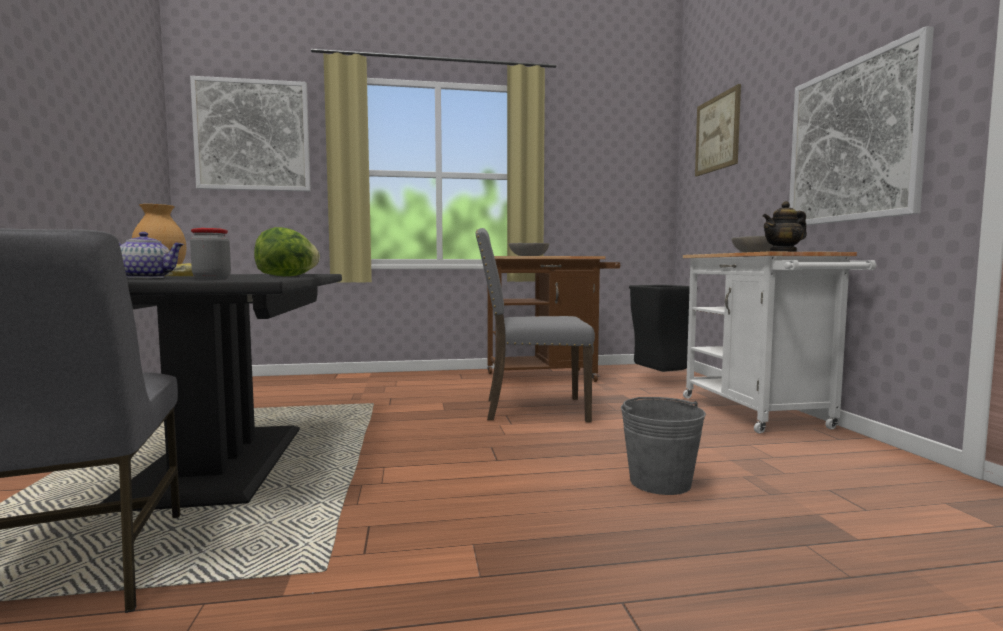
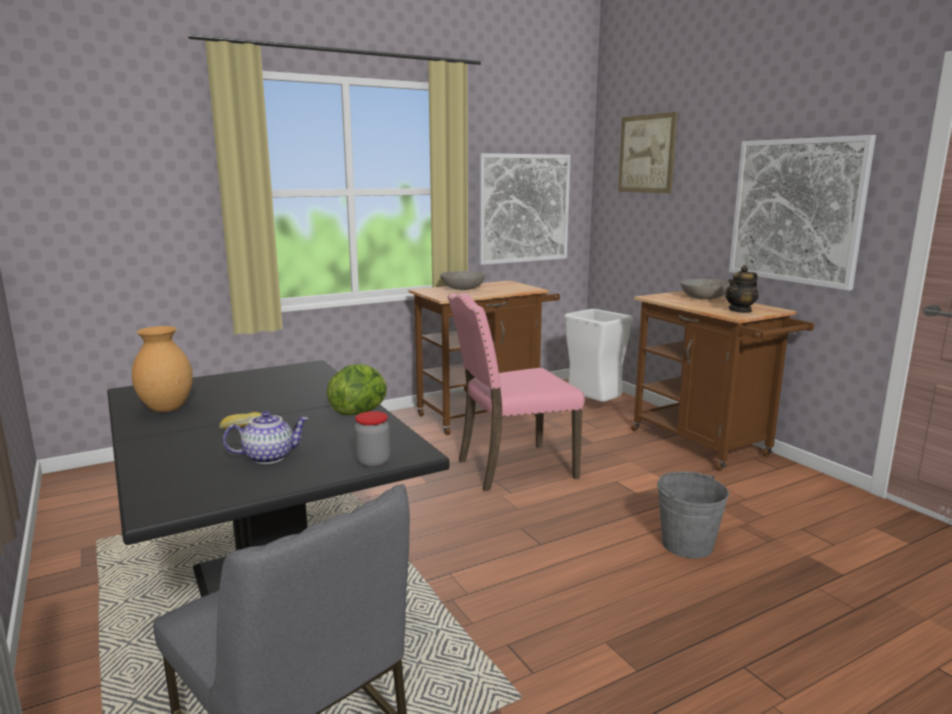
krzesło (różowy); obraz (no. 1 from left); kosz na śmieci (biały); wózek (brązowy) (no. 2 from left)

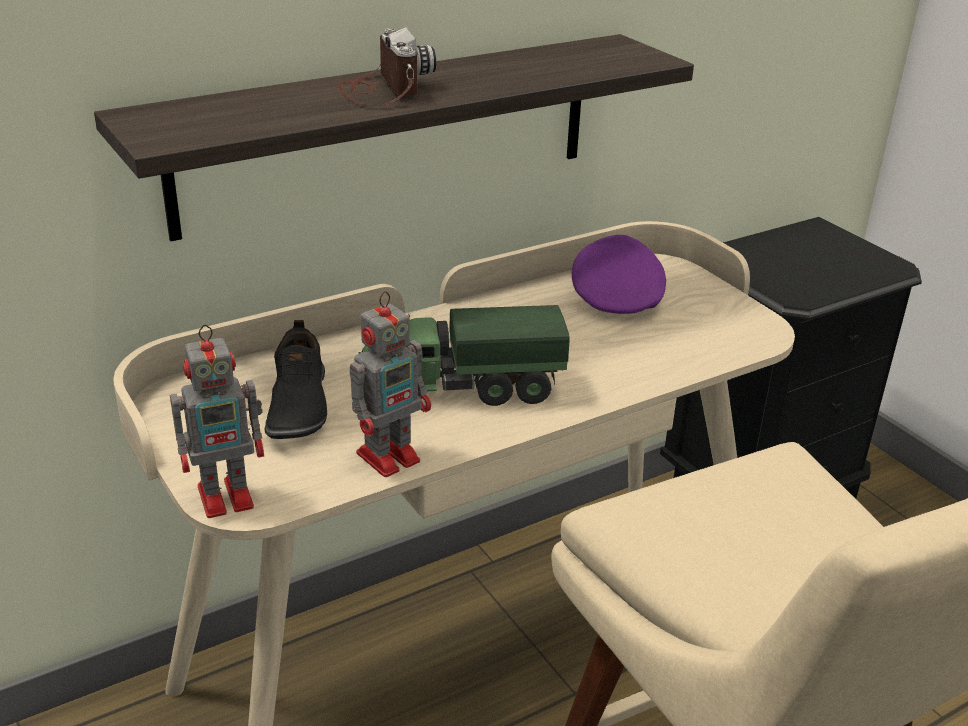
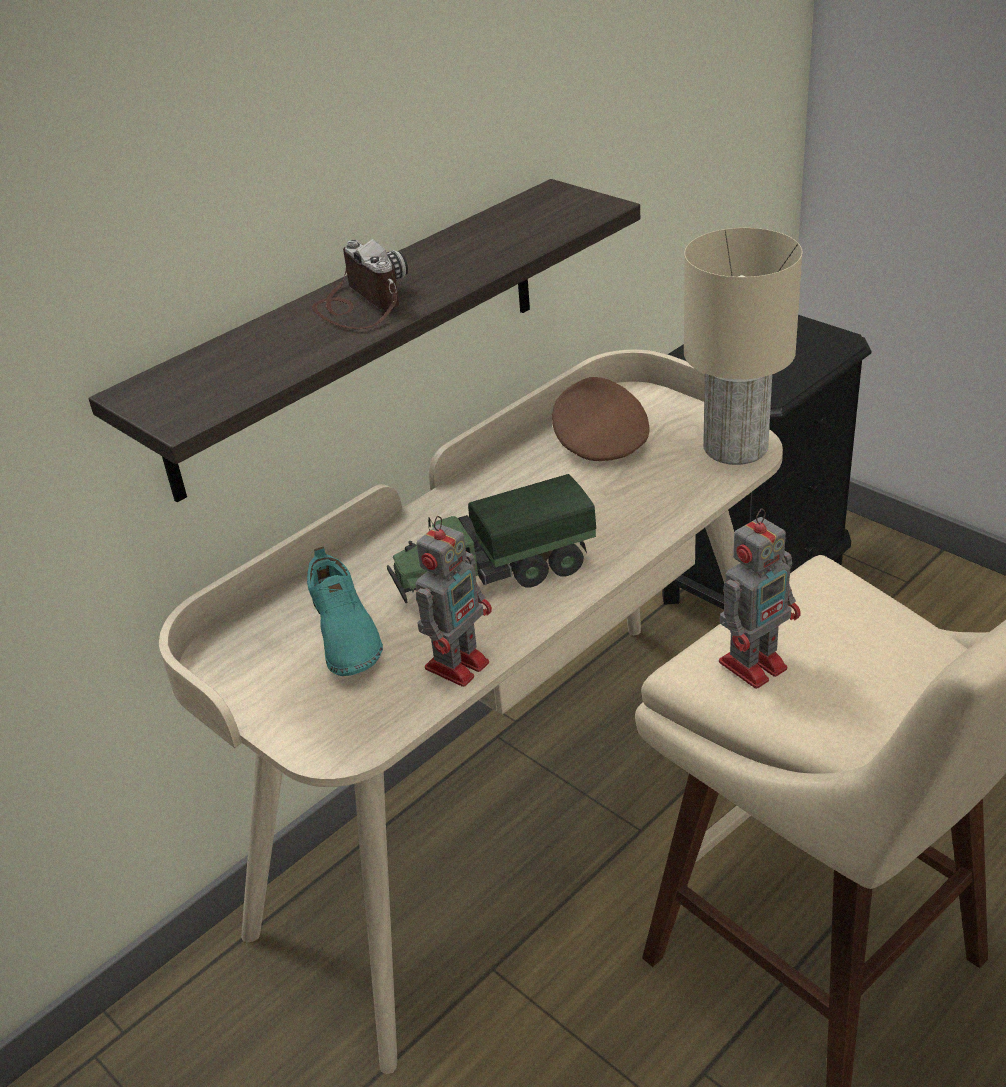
but (turkusowy); czapka z daszkiem (brązowy); lampa stołowa (beżowy); robot zabawkowy (no. 2 from left)

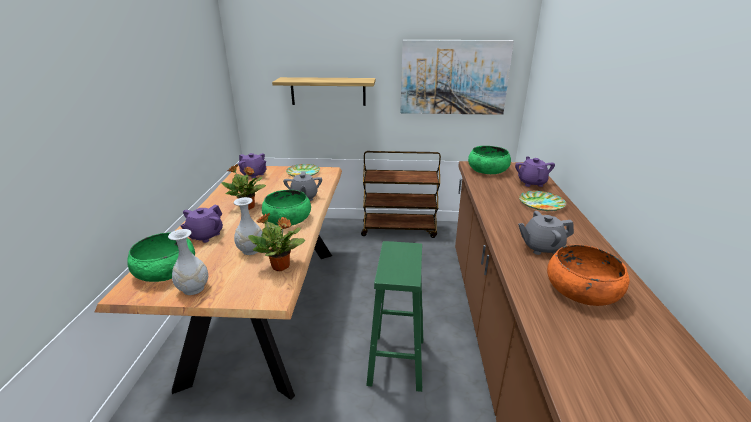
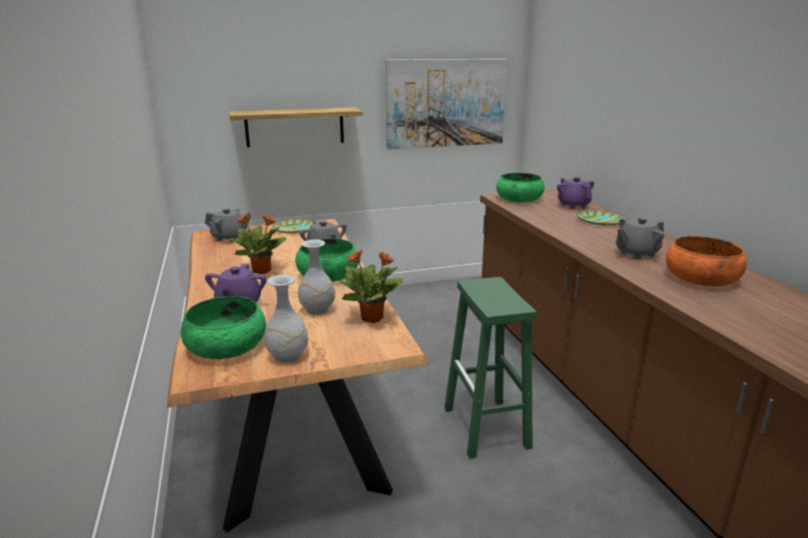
imbryk (szary) (no. 1 from left); wózek (brązowy)

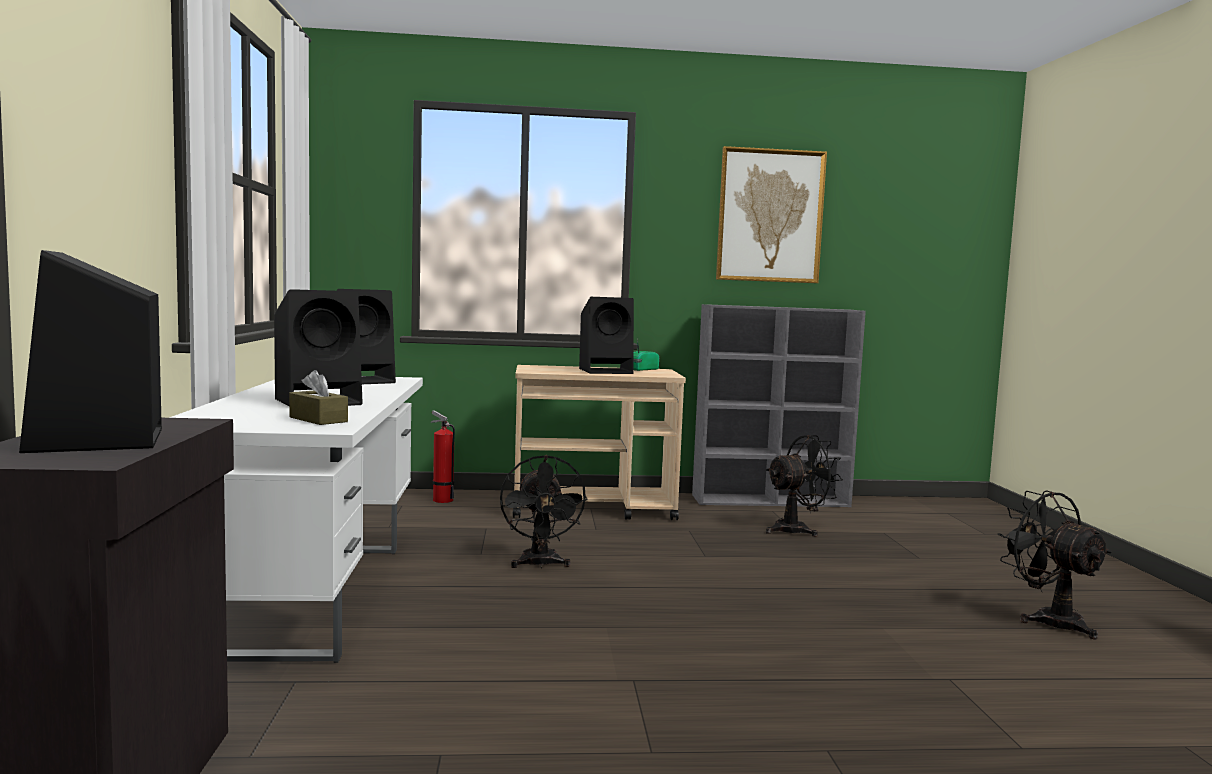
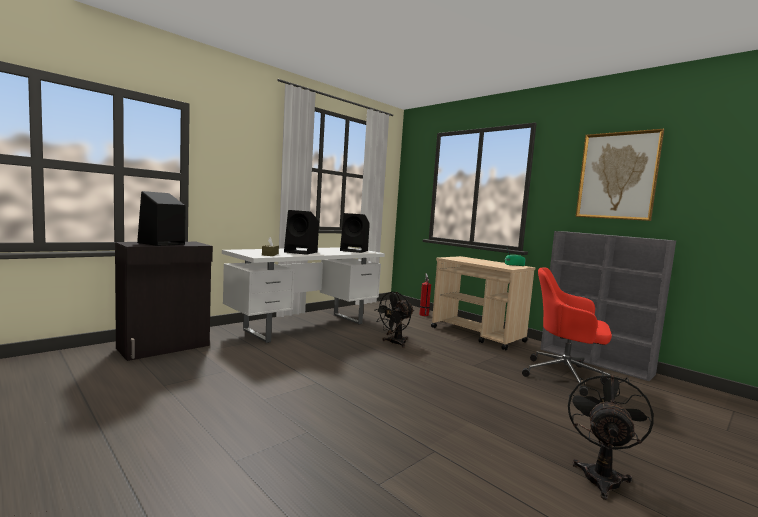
krzesło biurowe (czerwony); głośnik (czarny) (no. 4 from left in the first image)

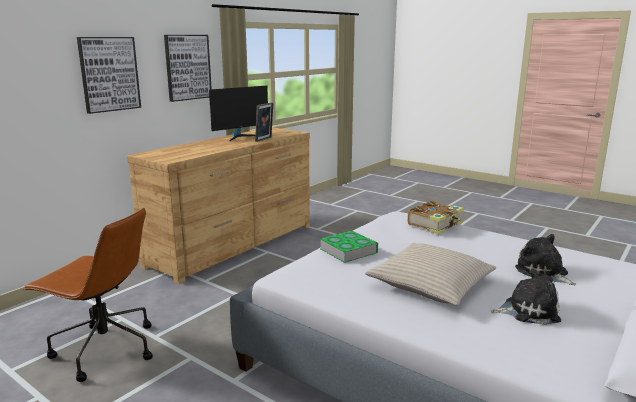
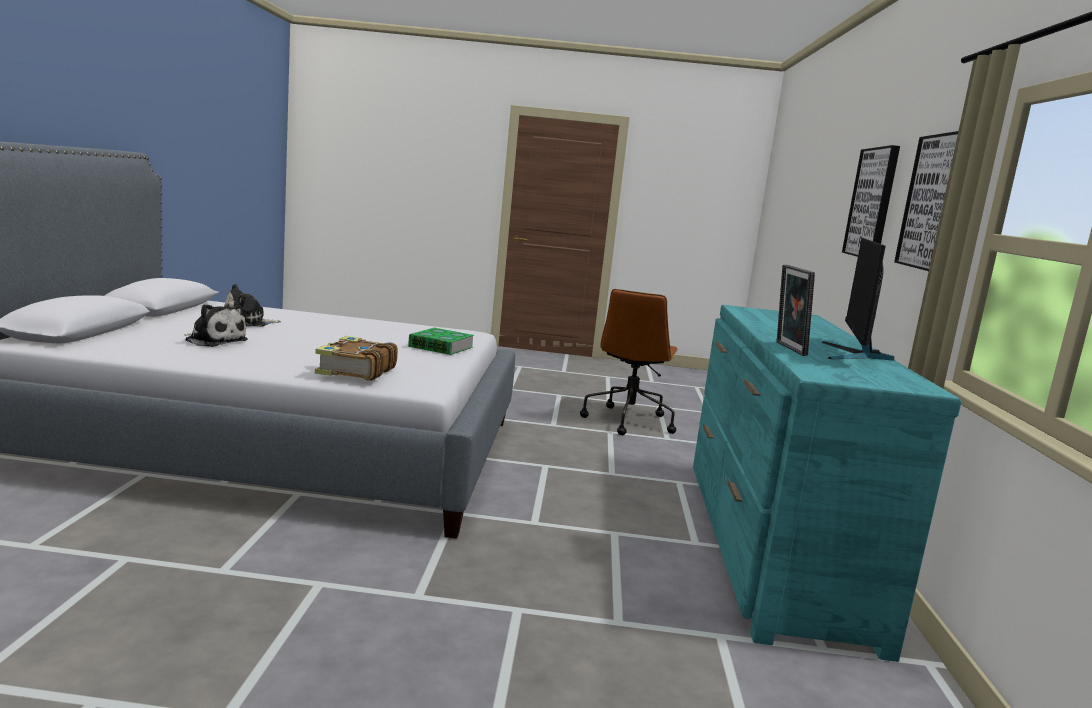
krzesło biurowe (brązowy); komoda (turkusowy); poduszka (beżowy)

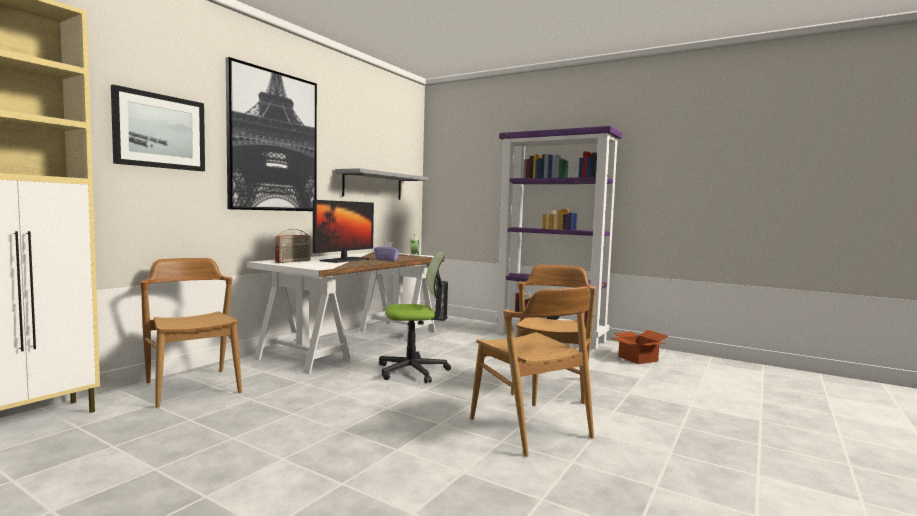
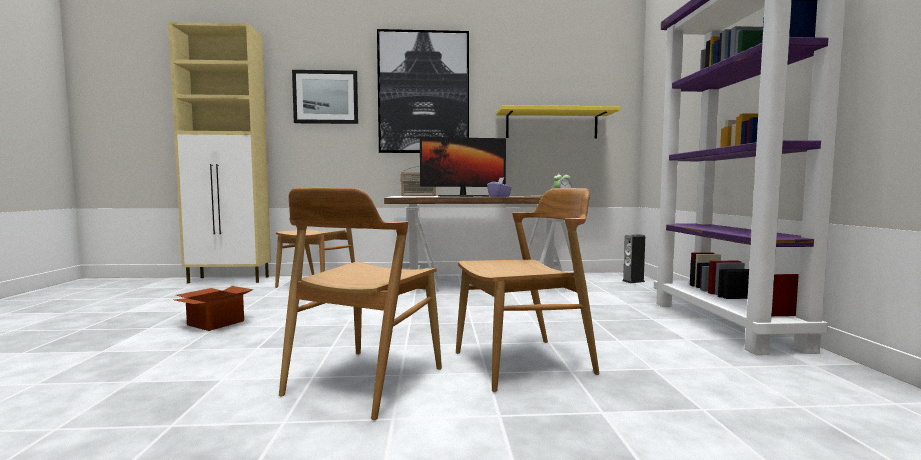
karton; półka (żółty); krzesło biurowe

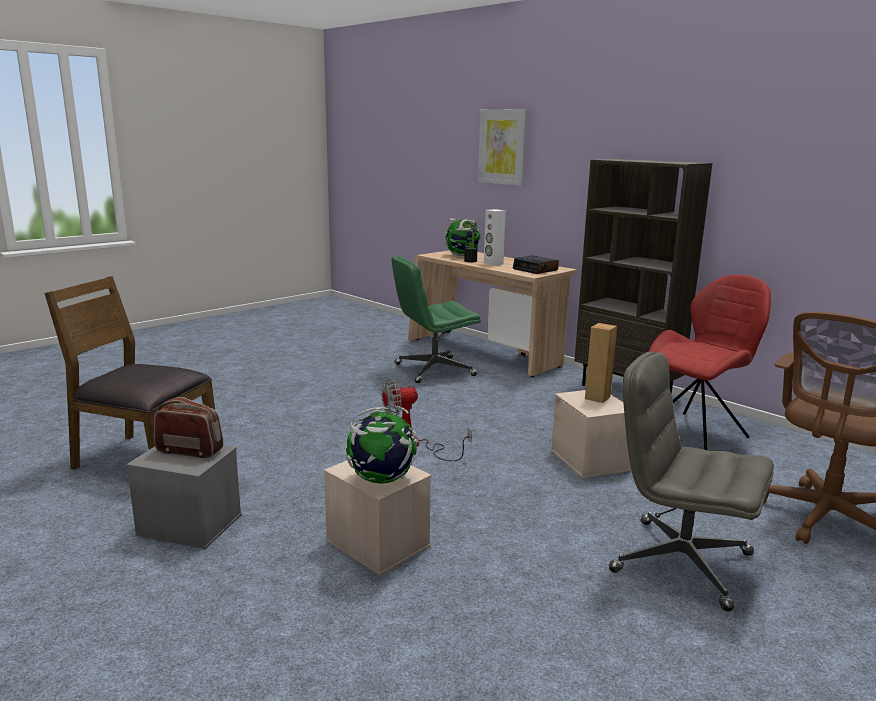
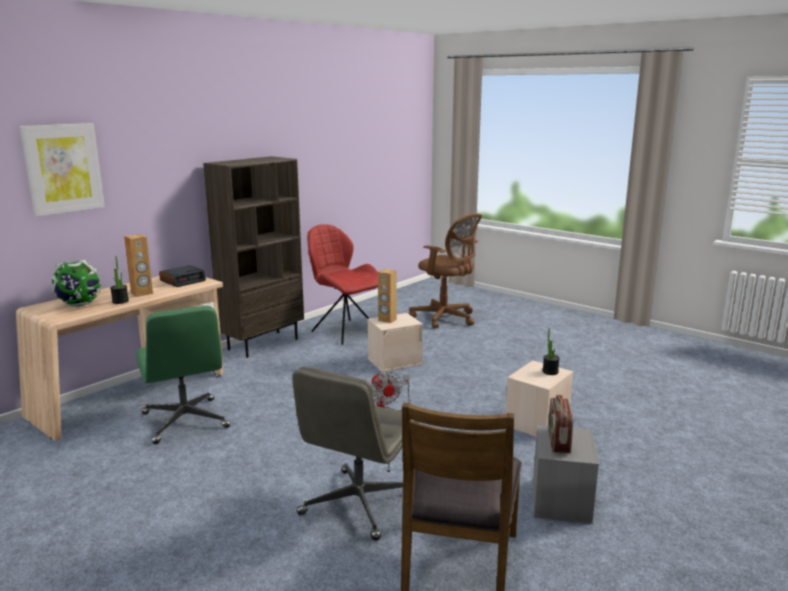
głośnik (brązowy) (no. 1 from left); krzesło biurowe (szary); roślina doniczkowa (no. 2 from left)

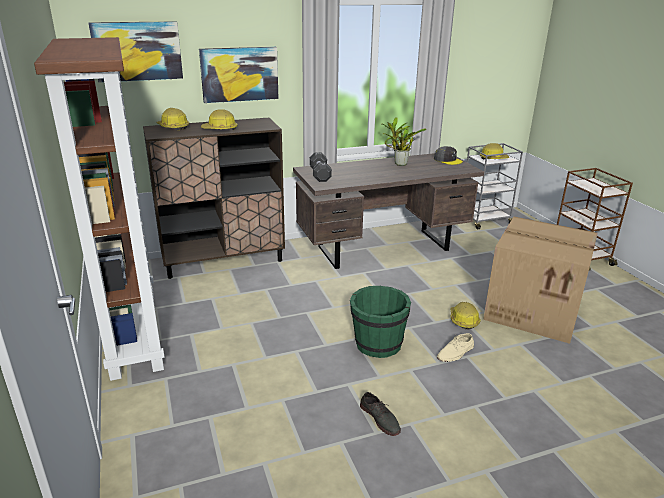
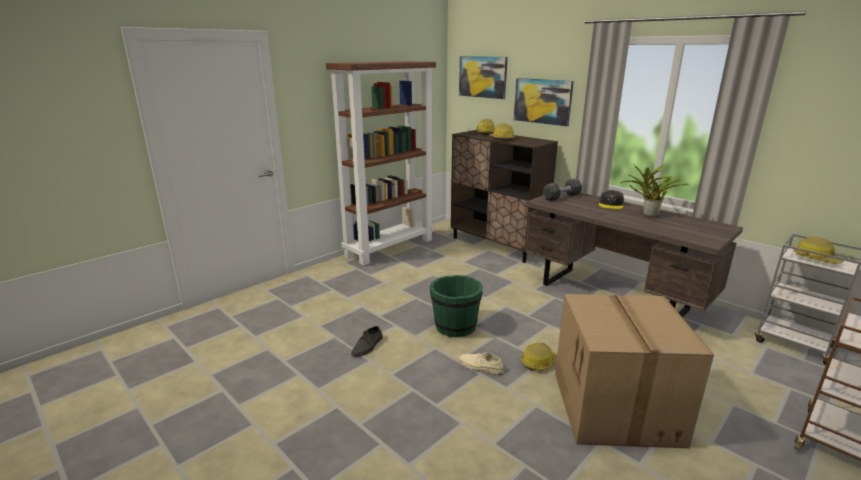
czapka z daszkiem (szary)

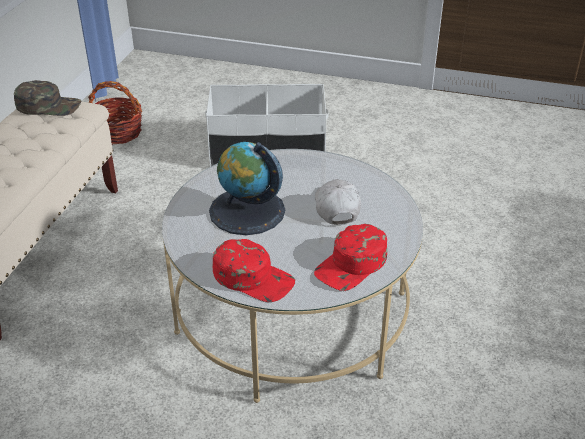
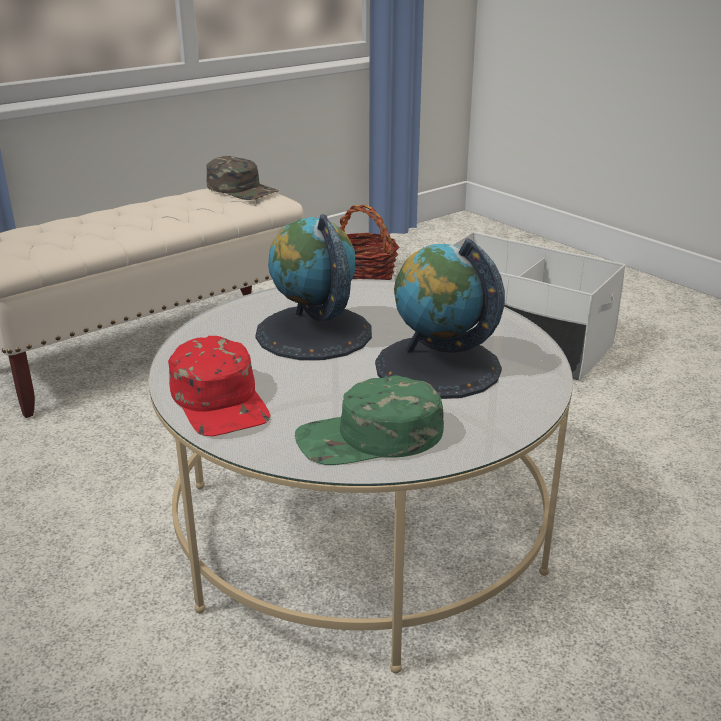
czapka z daszkiem (zielony) (no. 2 from left); globus (no. 2 from left)

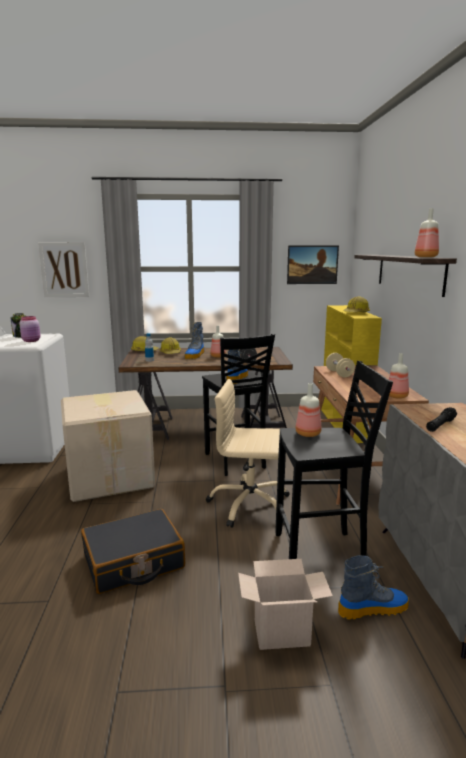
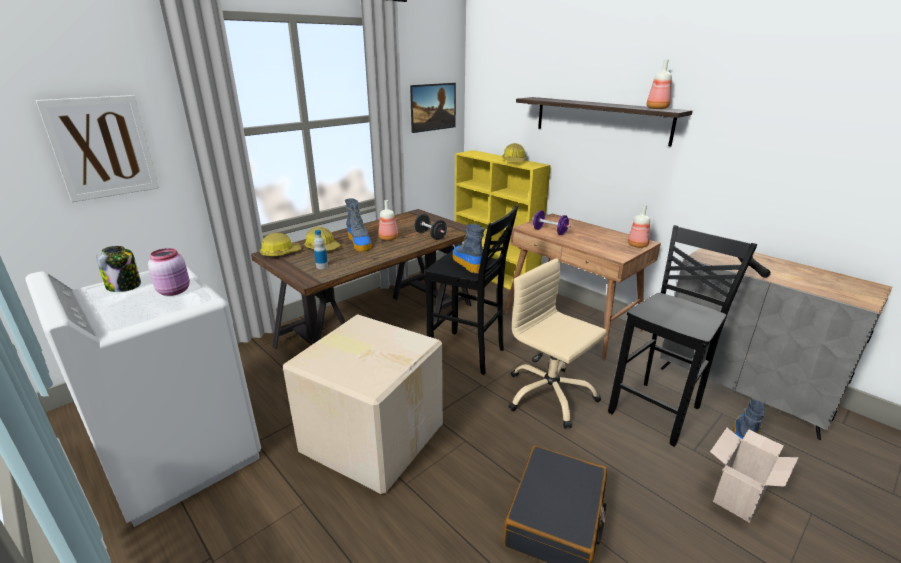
krzesło biurowe (beżowy); hantel (fioletowy); butelka (no. 3 from left in the first image)

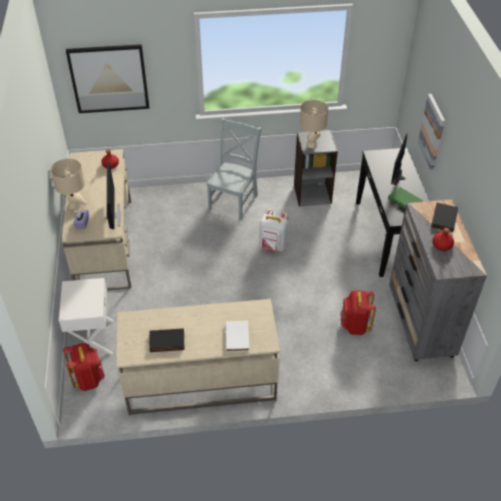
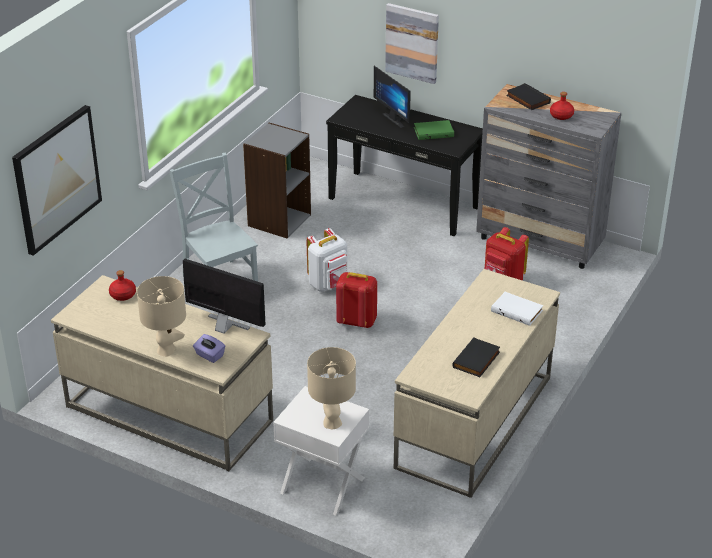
lampa stołowa (beżowy) (no. 2 from left); plecak (czerwony) (no. 1 from left)

